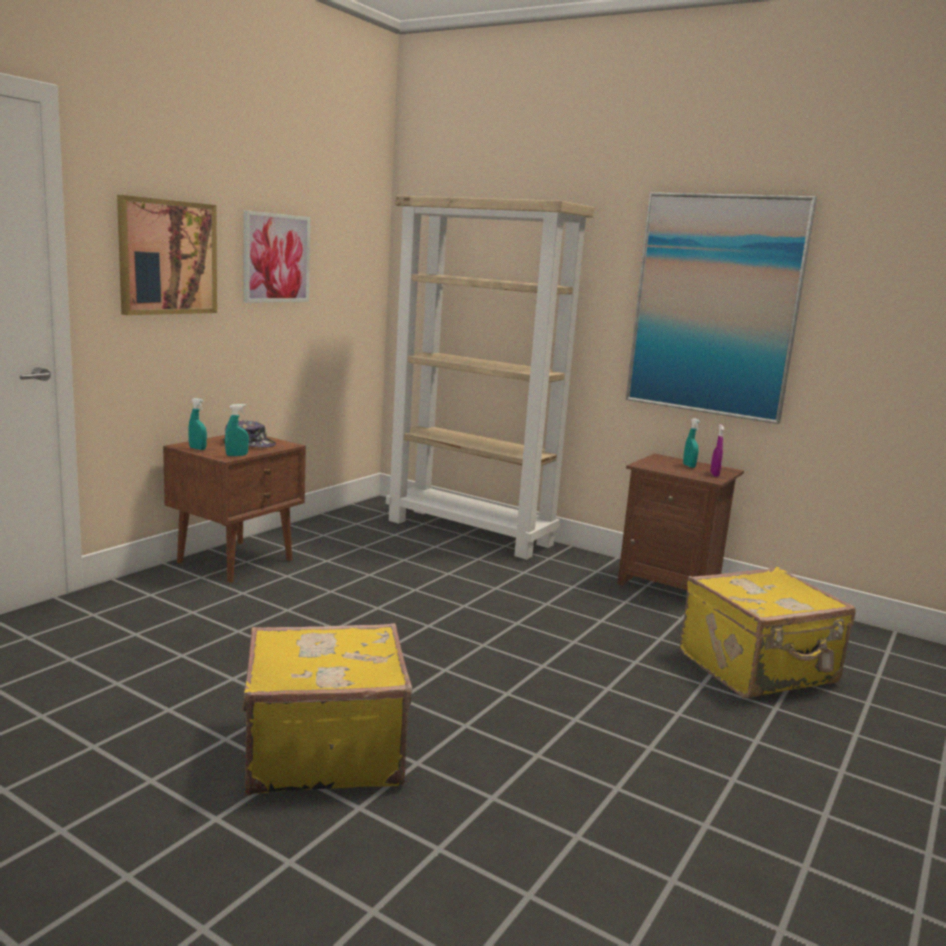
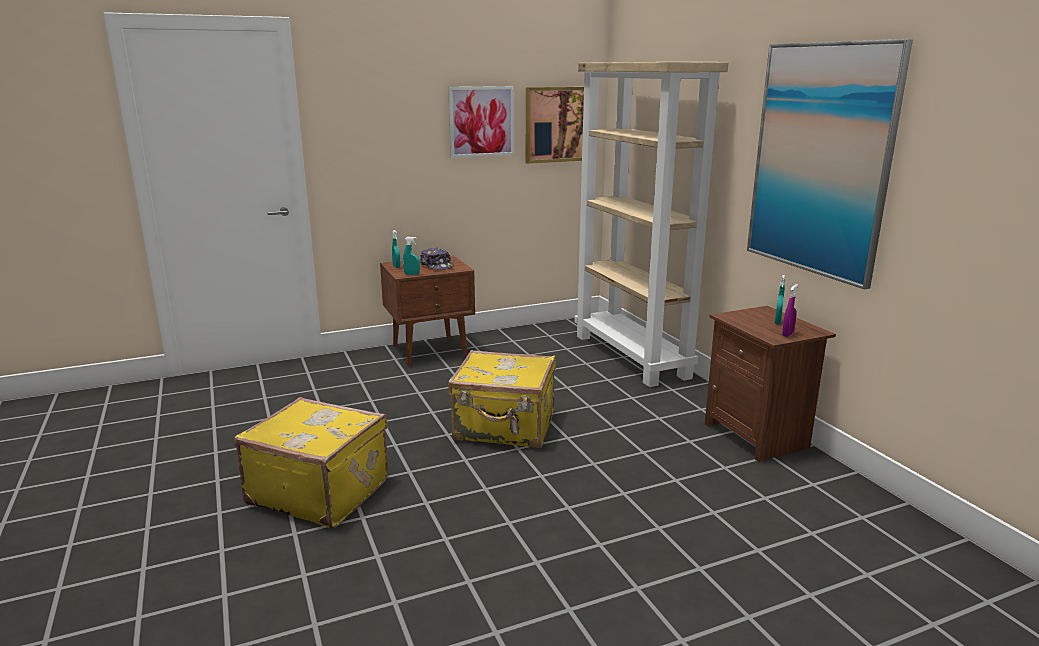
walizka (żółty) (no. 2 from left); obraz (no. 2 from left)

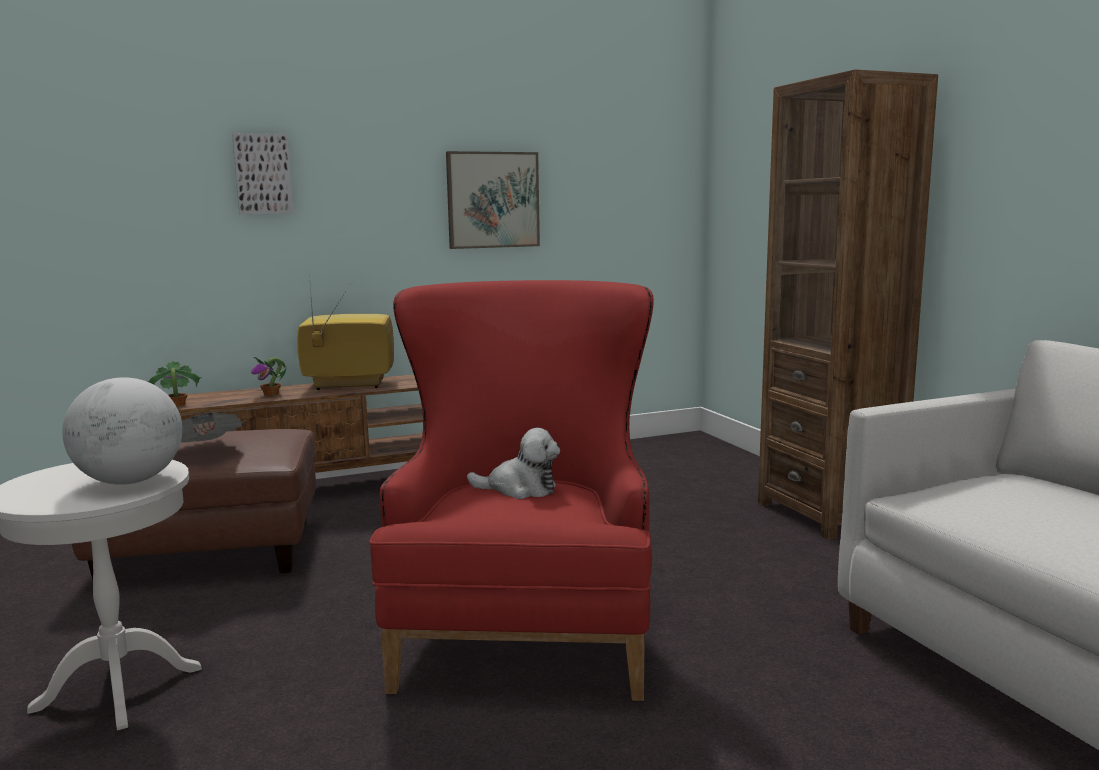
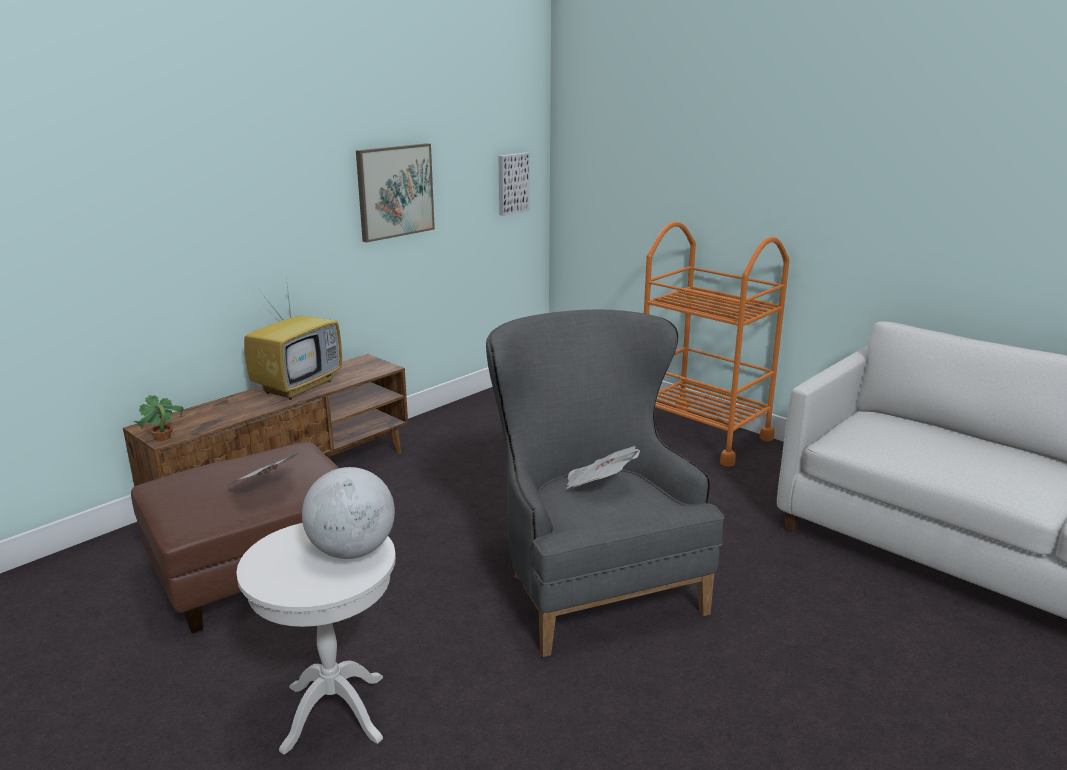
telewizor; fotel (szary); obraz (no. 2 from left); gazeta (no. 2 from left); wózek (pomarańczowy); roślina doniczkowa (no. 2 from left in the first image)

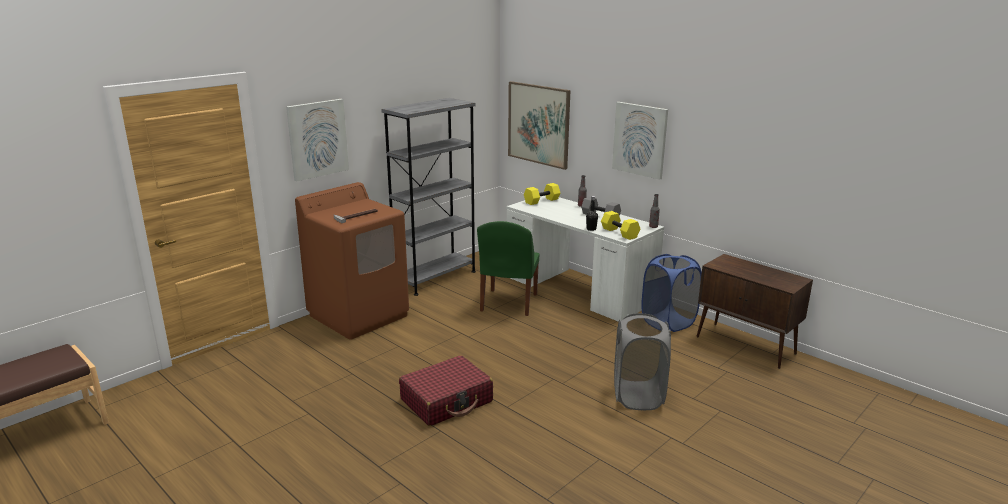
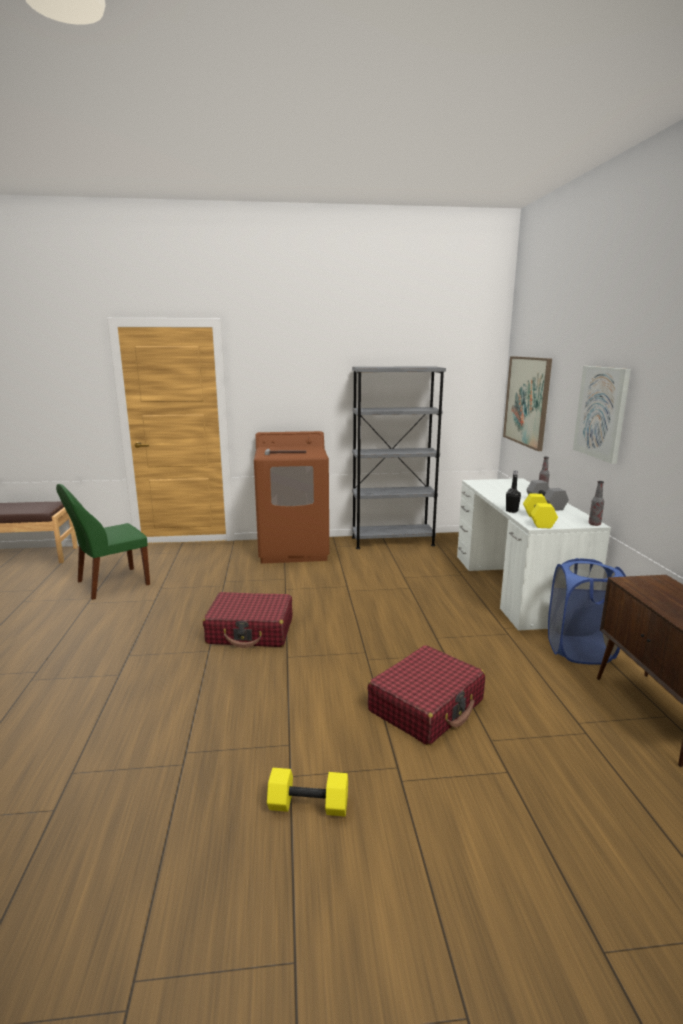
krzesło (zielony); hantel (żółty) (no. 1 from left); walizka (czerwony) (no. 2 from left); obraz (no. 1 from left in the first image)

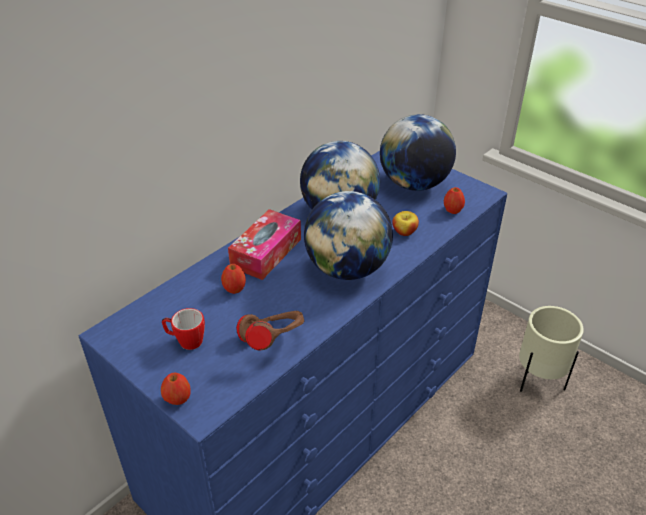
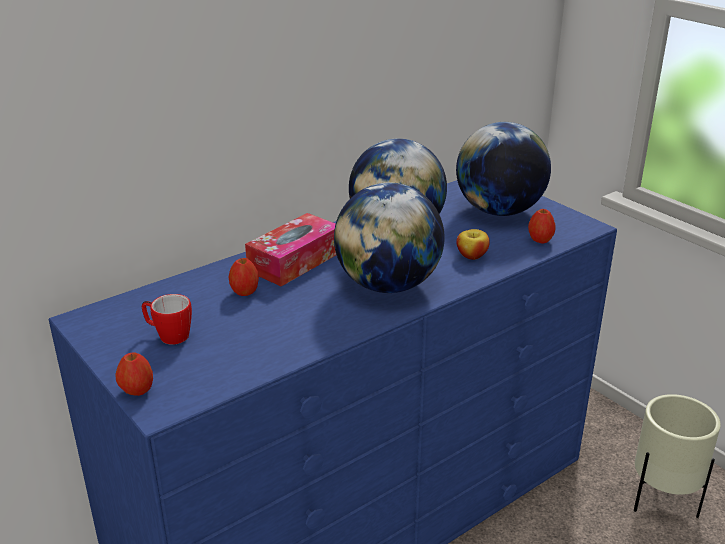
słuchawki (brązowy)

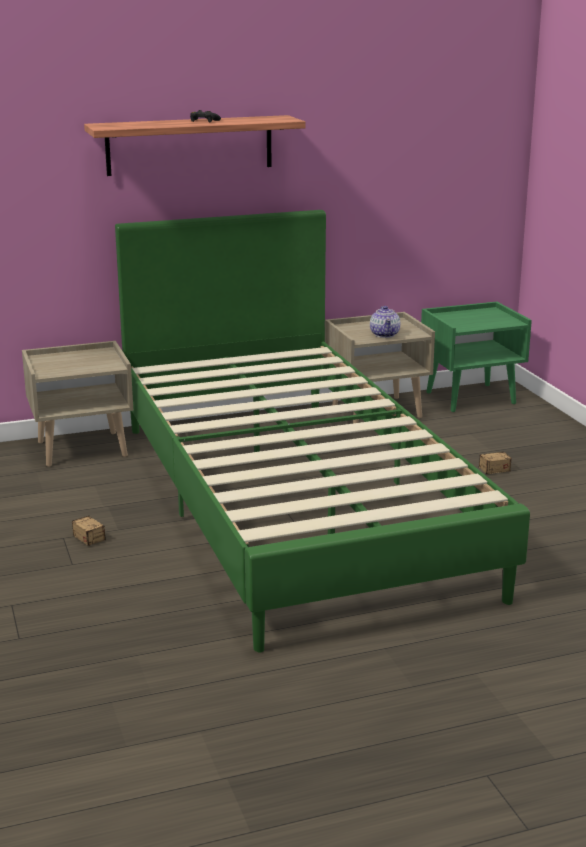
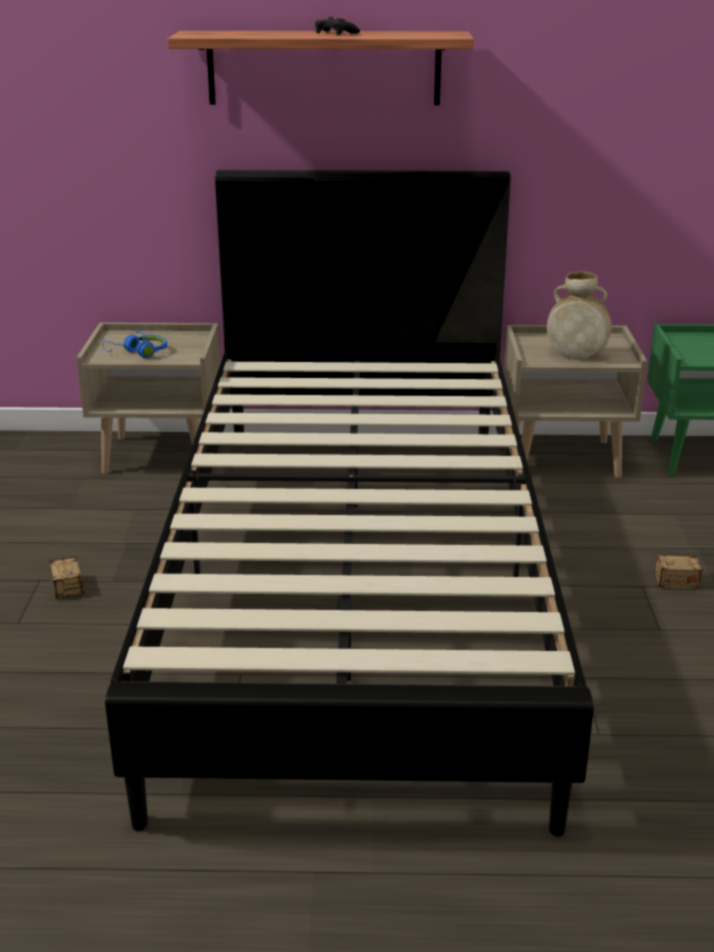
słuchawki (niebieski); łóżko (czarny); wazon (beżowy)

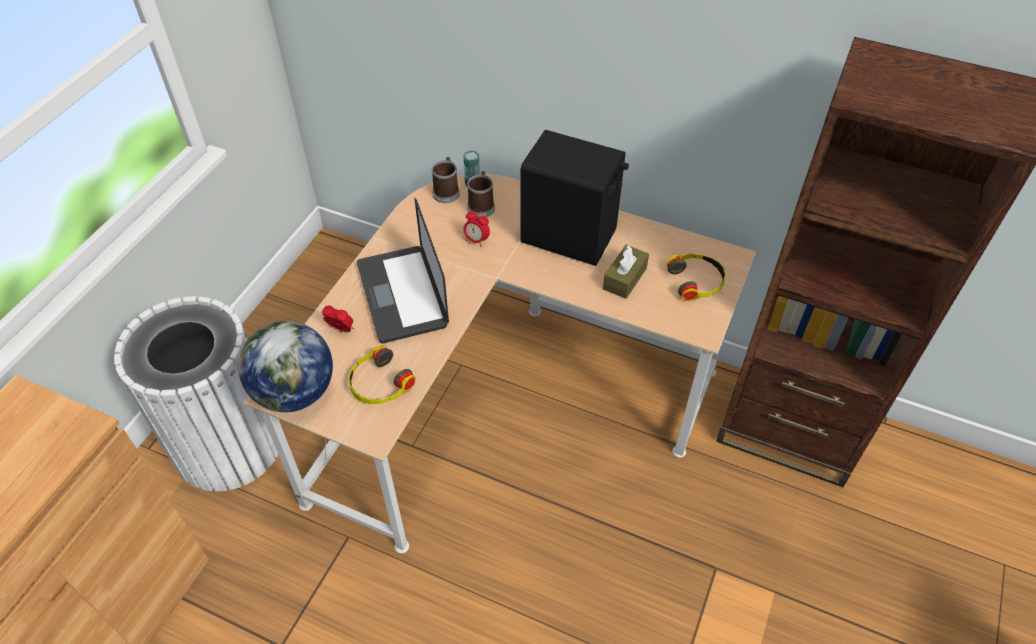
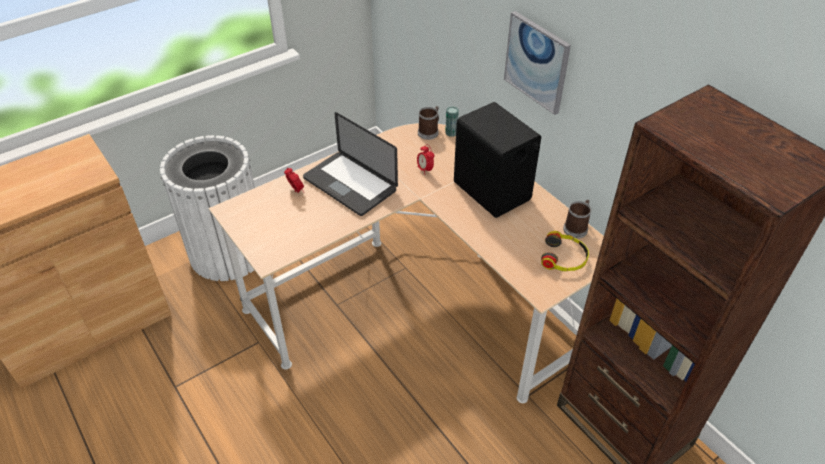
laptop; obraz; kubek (no. 2 from left); globus; słuchawki (no. 1 from left in the first image); pudełko chusteczek (brązowy)

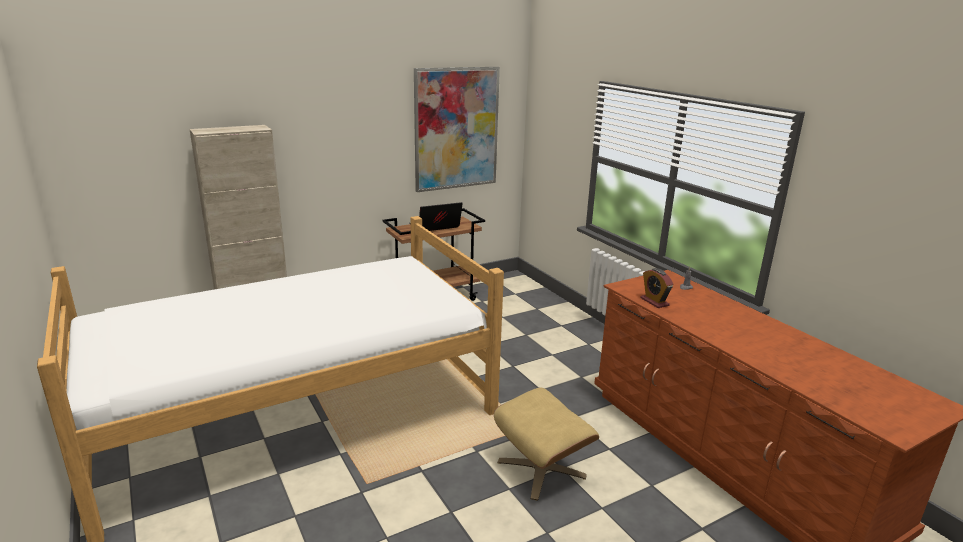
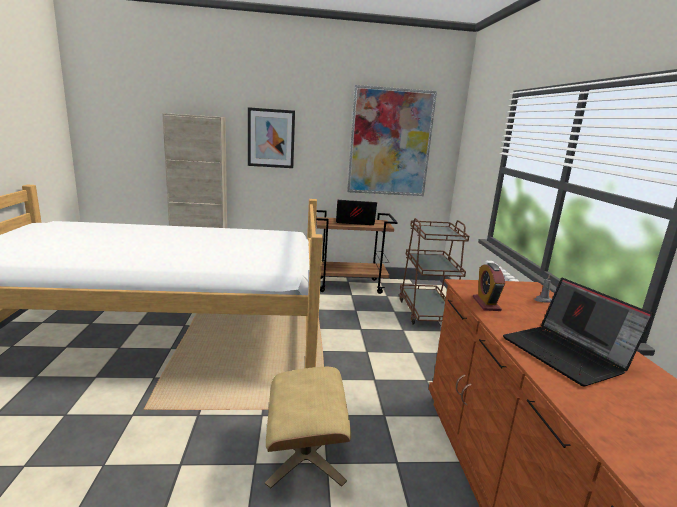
obraz (no. 1 from left); wózek (brązowy) (no. 2 from left); laptop (no. 2 from left)

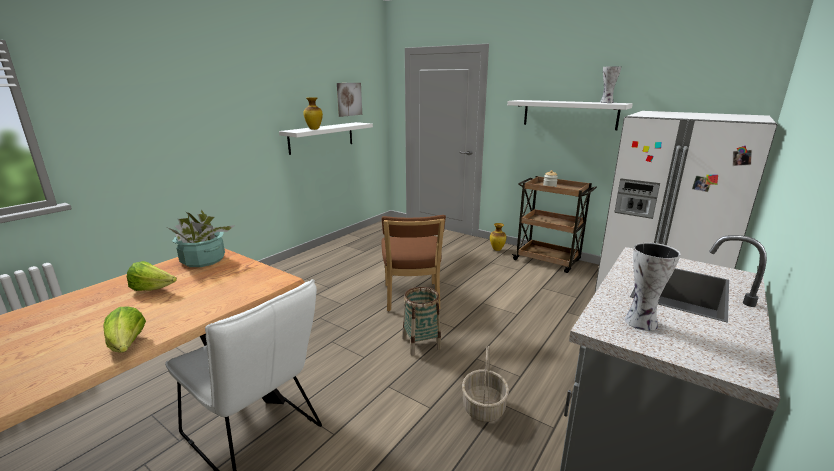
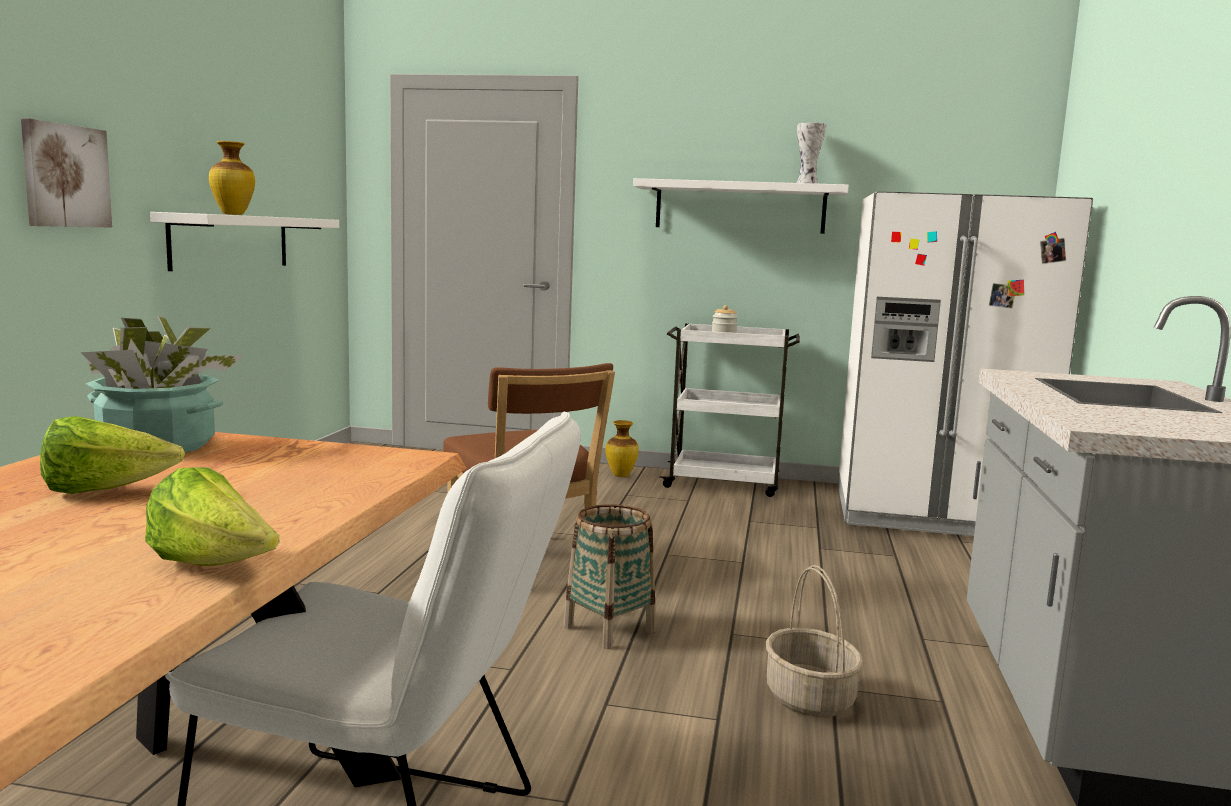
obraz; wózek (biały); wazon (no. 4 from left in the first image)

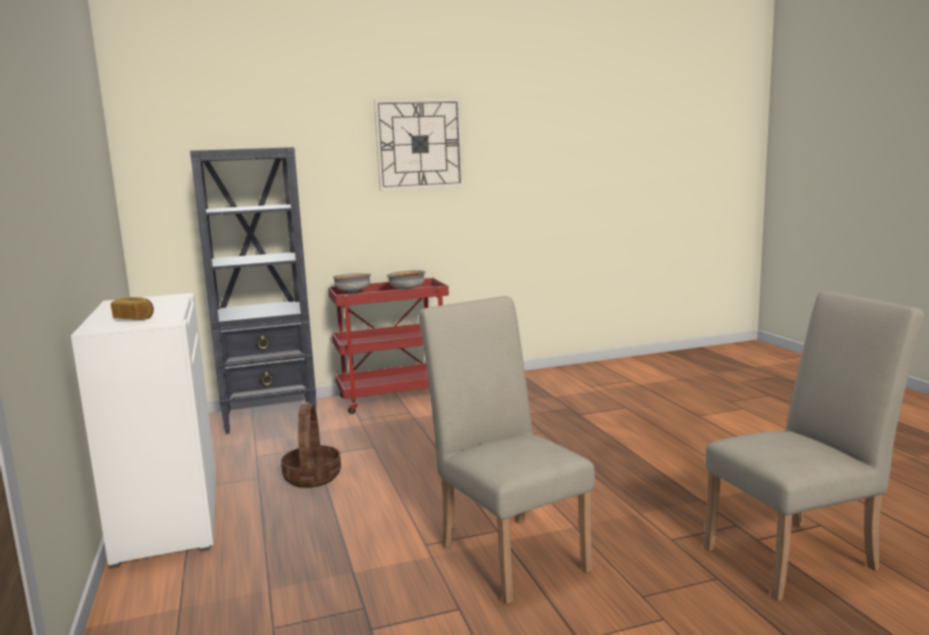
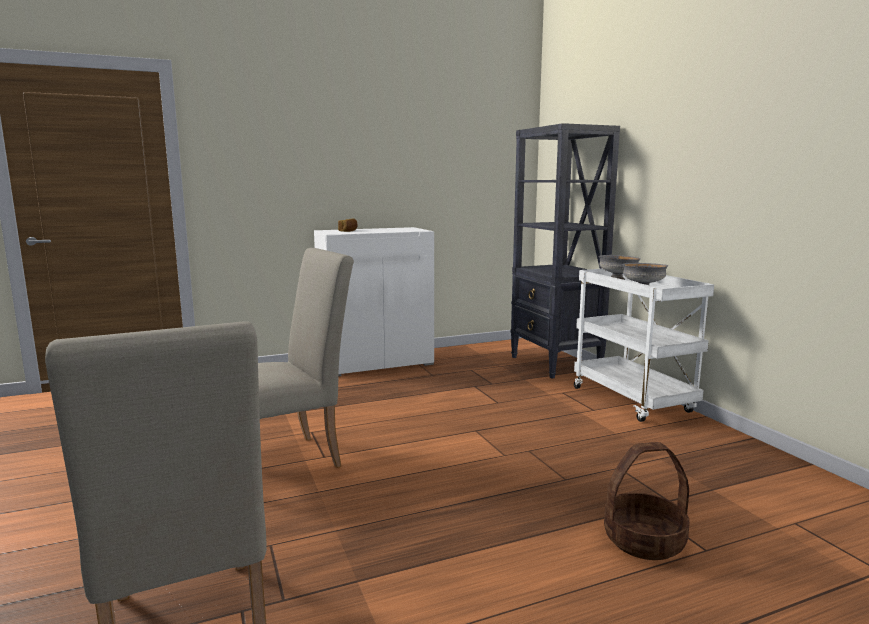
wózek (biały); koszyk; zegar ścienny

